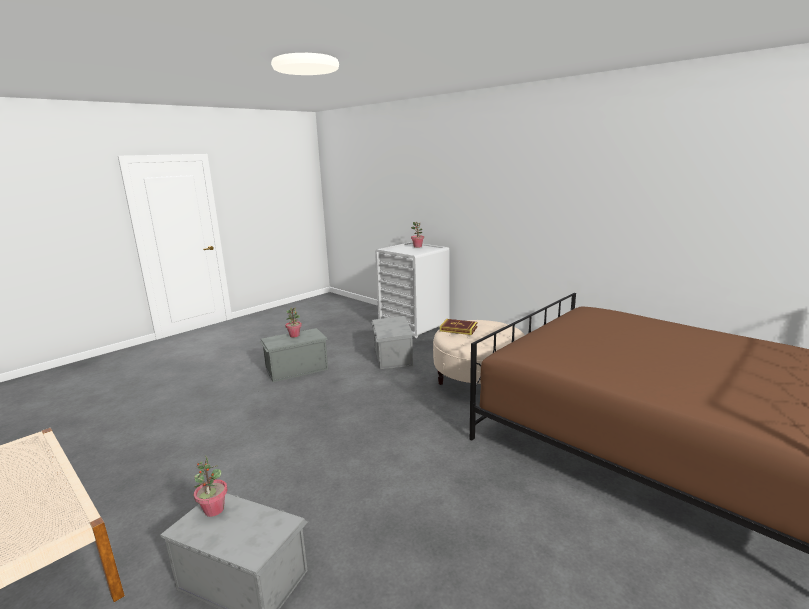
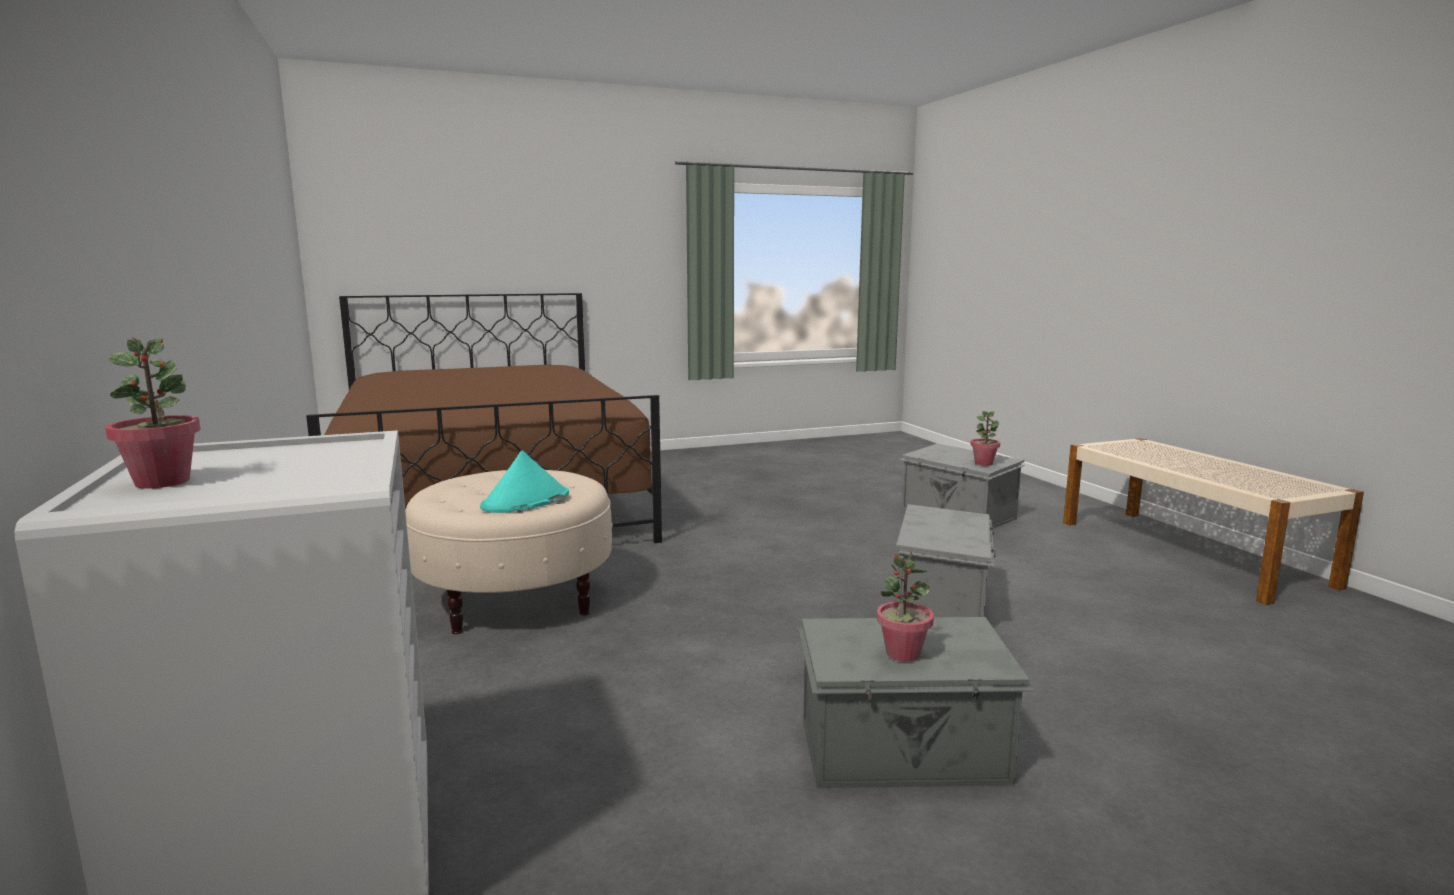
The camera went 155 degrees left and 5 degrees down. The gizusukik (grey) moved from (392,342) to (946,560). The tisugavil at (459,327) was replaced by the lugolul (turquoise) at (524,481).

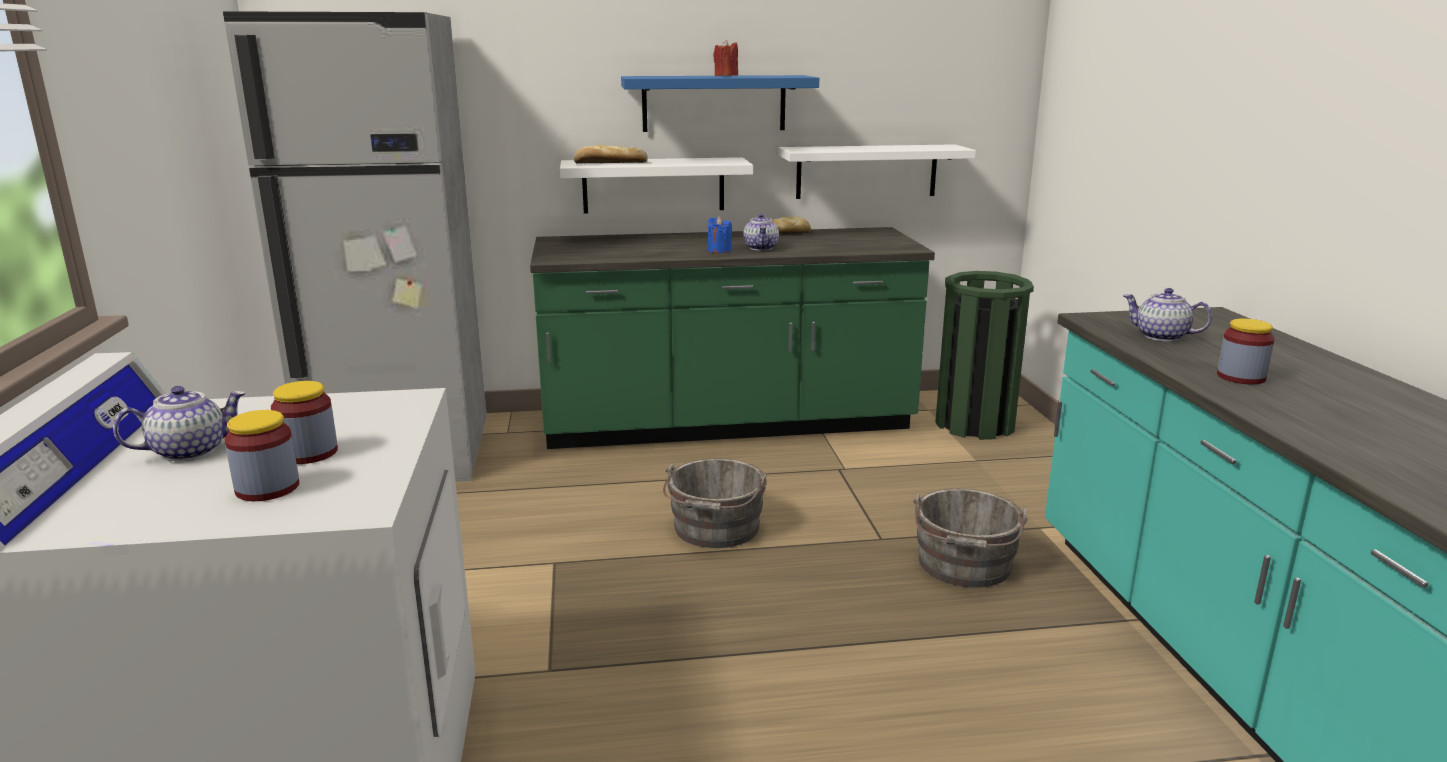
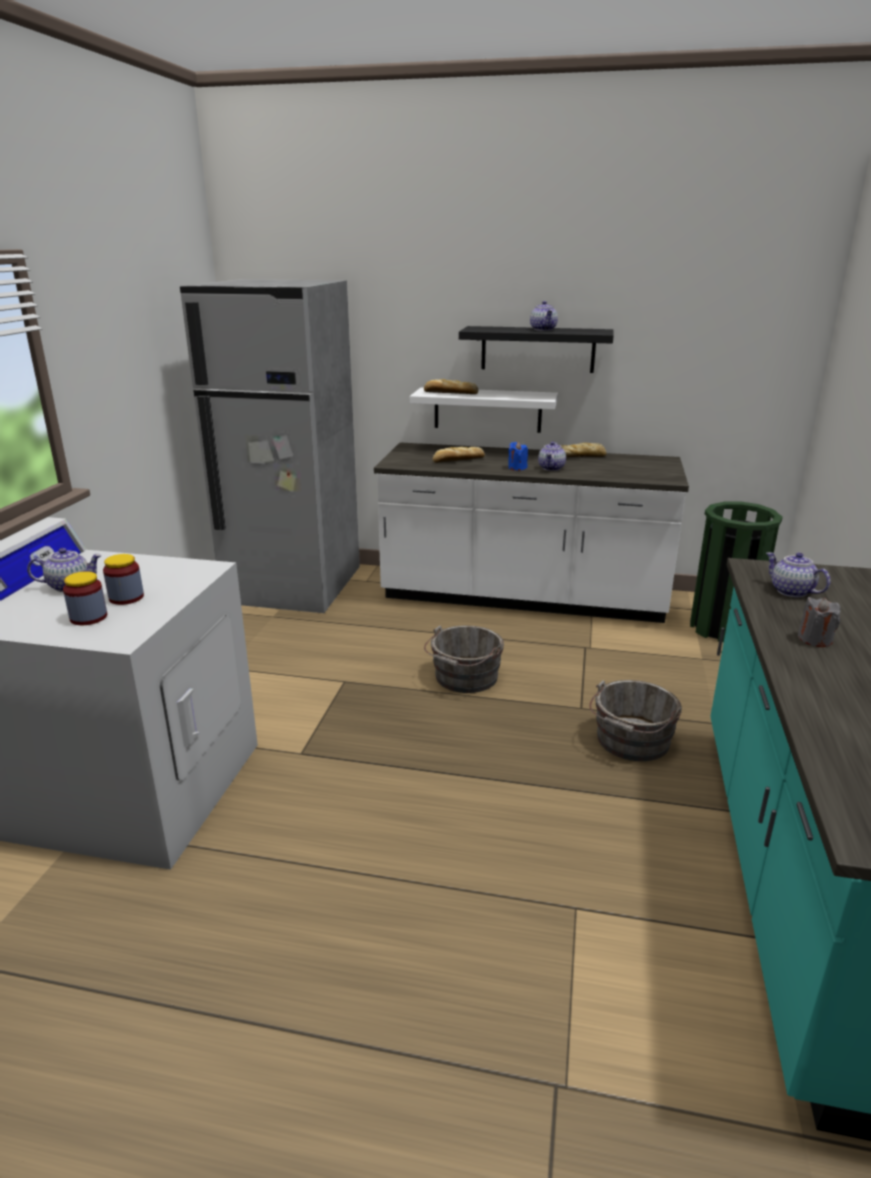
The camera went 20 degrees right and 5 degrees up. The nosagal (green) at (732,338) became the nosagal (white) at (531,532). The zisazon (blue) at (720,103) became the zisazon (black) at (536,349). The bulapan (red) at (725,58) was replaced by the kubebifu at (544,316). The zisazon (white) at (877,171) disappeared. The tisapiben at (1246,351) was replaced by the bulapan (grey) at (819,622). The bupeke at (459,455) appeared.

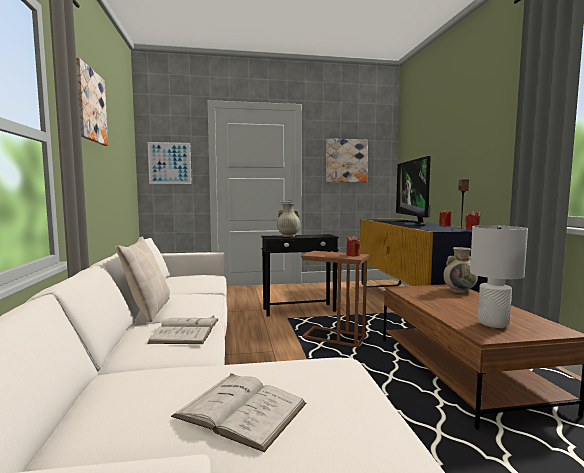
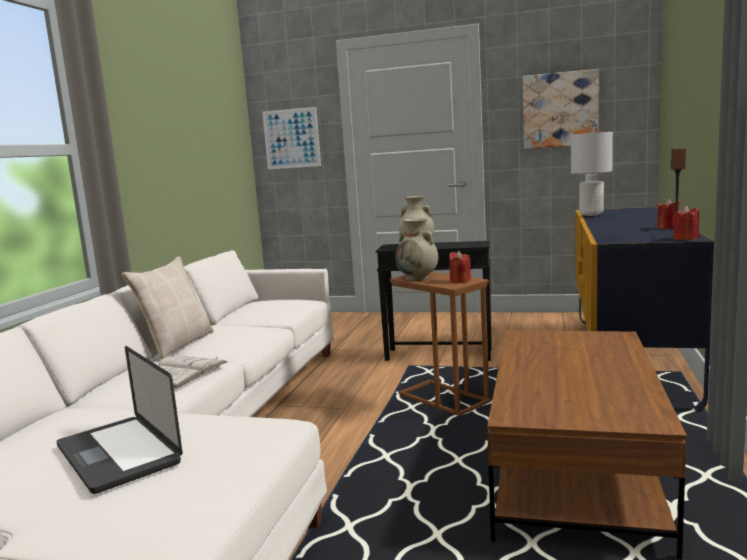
The camera went 25 degrees right and 5 degrees up. The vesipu at (92,101) disappeared. The tisugavil (white) at (239,412) was replaced by the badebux at (119,420). The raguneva at (413,191) disappeared. The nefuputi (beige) moved from (460,270) to (416,249). The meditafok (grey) moved from (499,276) to (592,174).

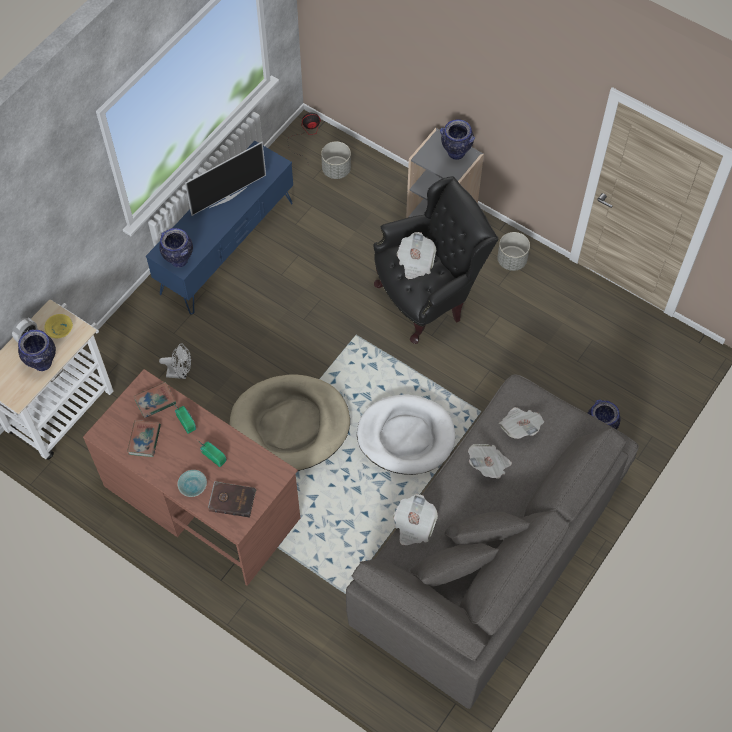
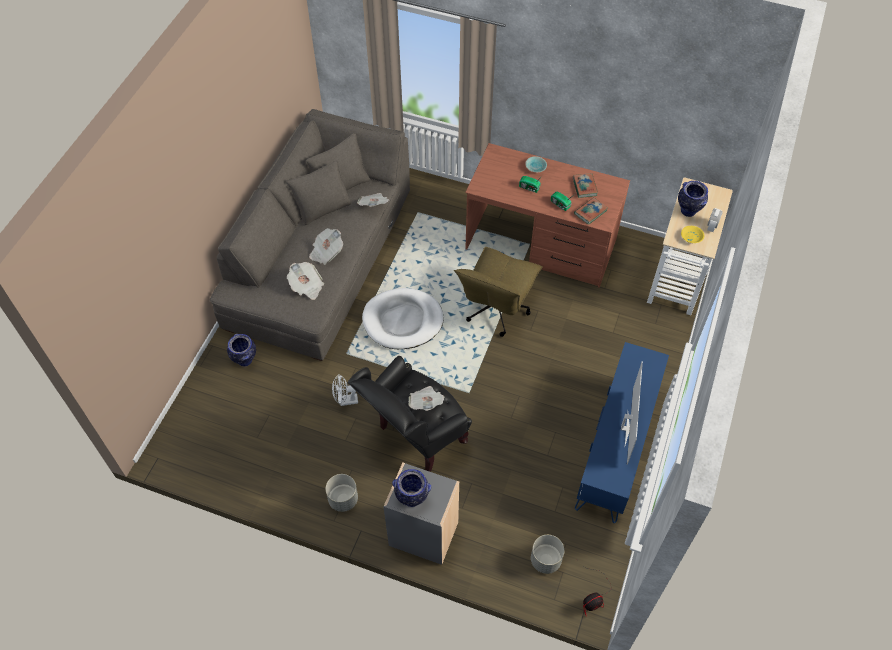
The camera went 165 degrees right and 5 degrees down. The nefuputi at (176,248) disappeared. The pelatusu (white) moved from (175,361) to (345,390). The raguneva at (225,179) turned 150 degrees clockwise. The tisugavil (brown) at (232,499) disappeared. The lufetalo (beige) at (289,423) was replaced by the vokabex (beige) at (498,292).

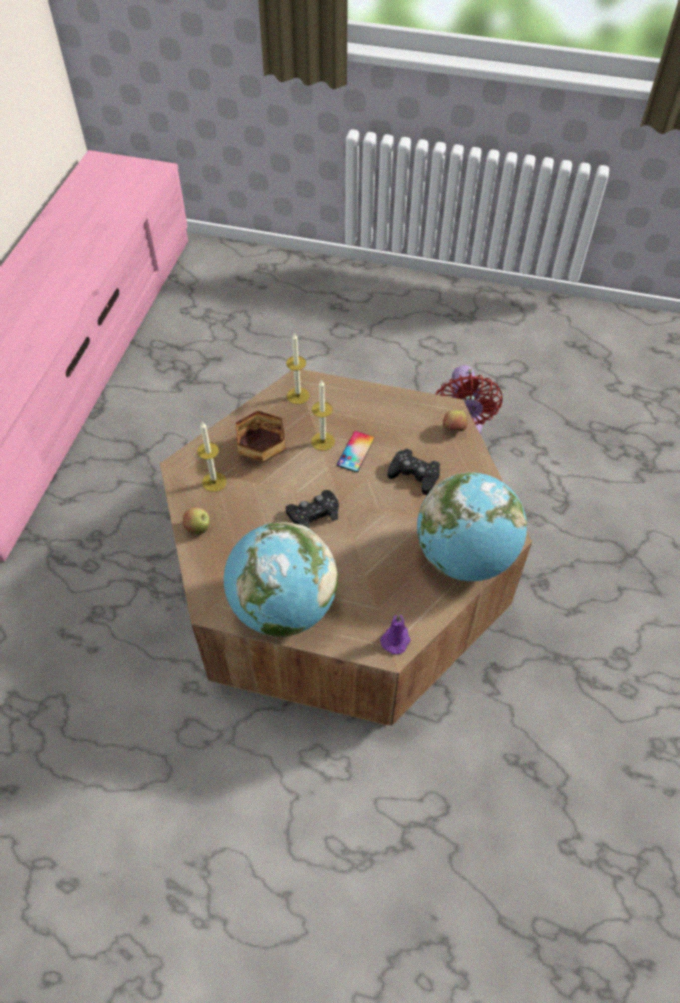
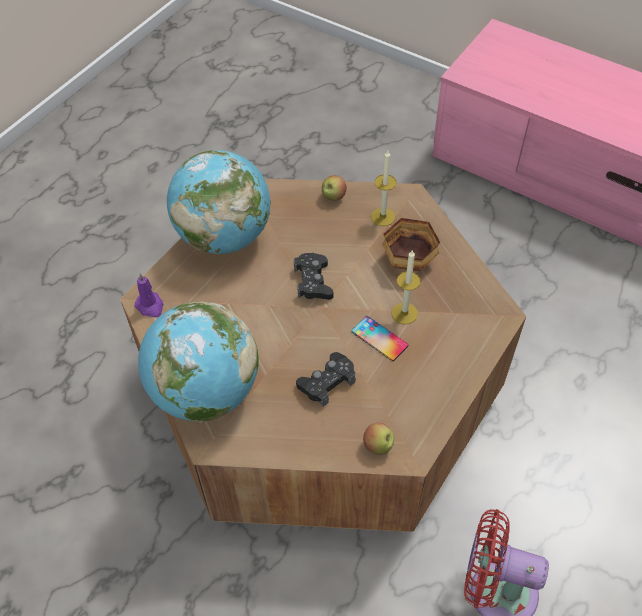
The camera went 110 degrees right and 0 degrees up. The bulapan at (297,368) disappeared.

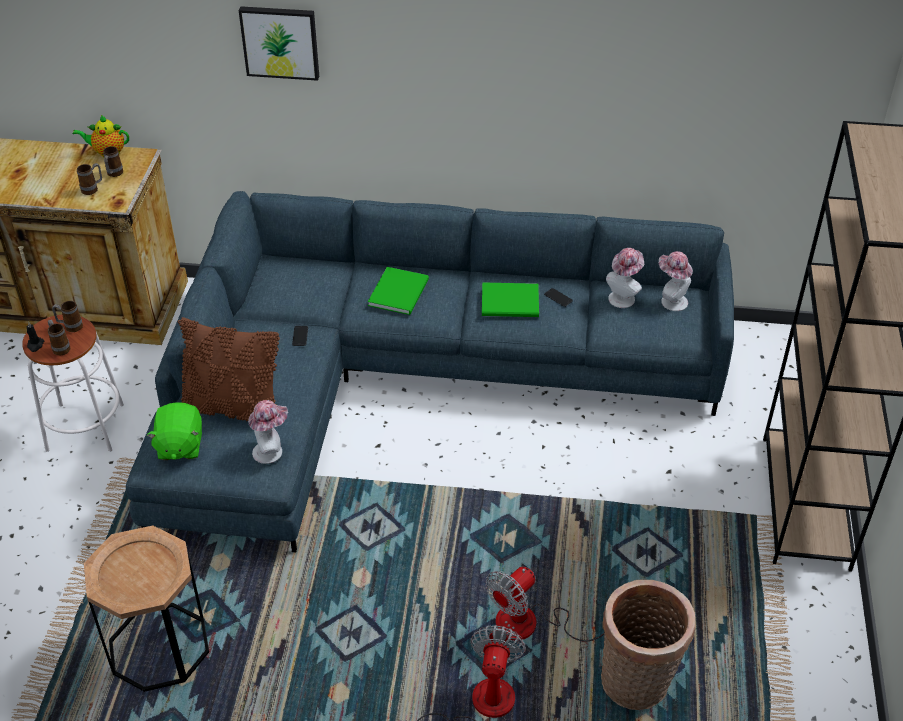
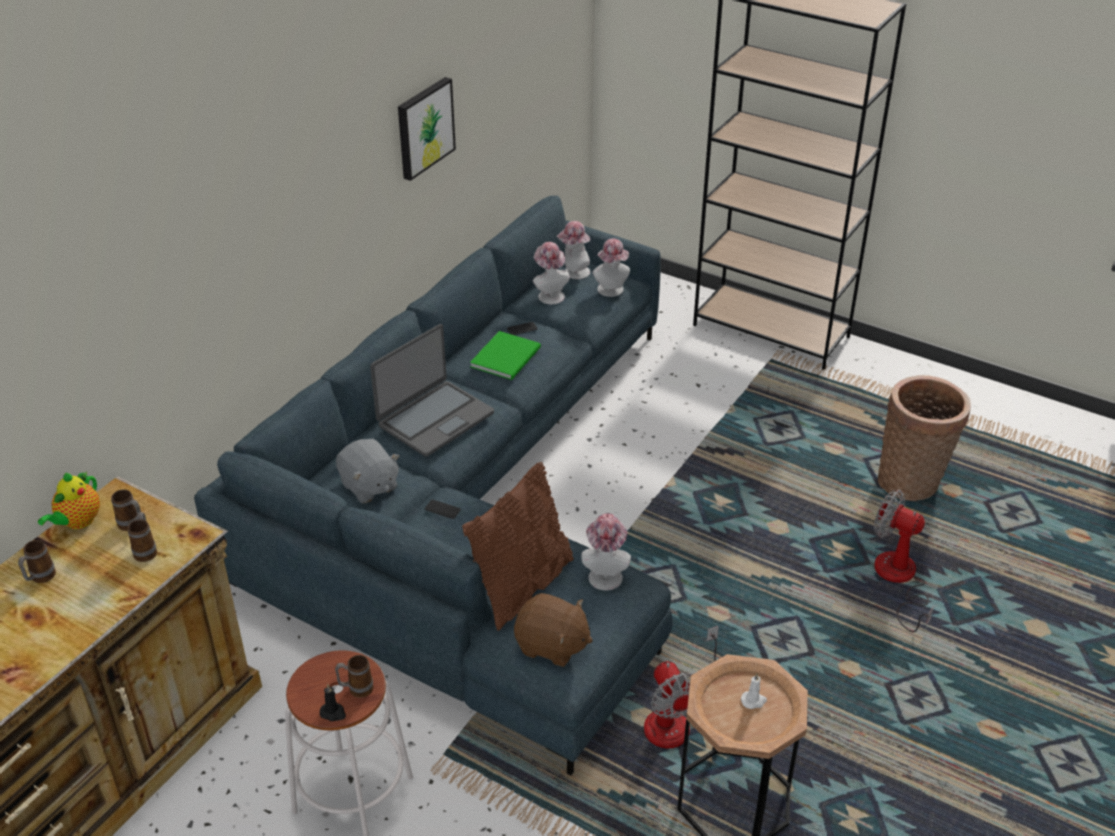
The camera went 65 degrees left and 5 degrees down. The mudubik moved from (67,316) to (37,561). The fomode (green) at (174,431) became the fomode (brown) at (553,630). The vesipu moved from (279,43) to (427,129). The tisugavil (green) at (398,291) was replaced by the badebux at (432,390). The pelatusu moved from (545,604) to (681,687). The fomode (grey) at (368,471) appeared. The lugolul at (611,268) appeared. The bulapan (white) at (754,691) appeared.

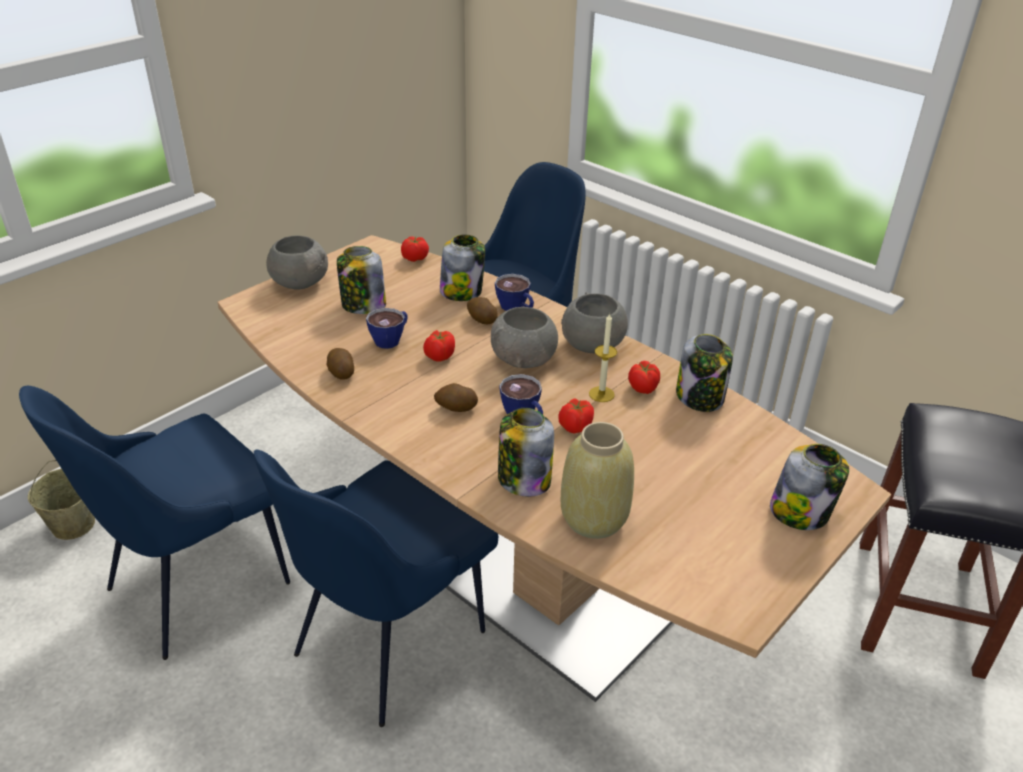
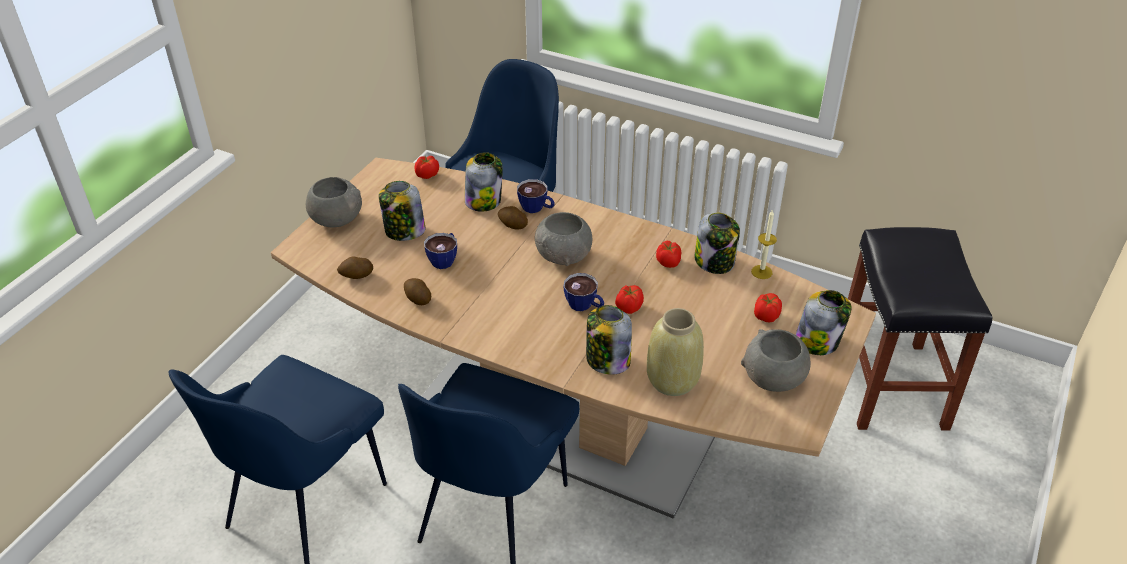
The camera went 15 degrees left and 5 degrees up. The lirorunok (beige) at (61,500) disappeared. The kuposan moved from (439,346) to (768,308). The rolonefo moved from (456,397) to (355,268). The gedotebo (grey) moved from (594,322) to (776,360). The bulapan moved from (603,357) to (764,244).

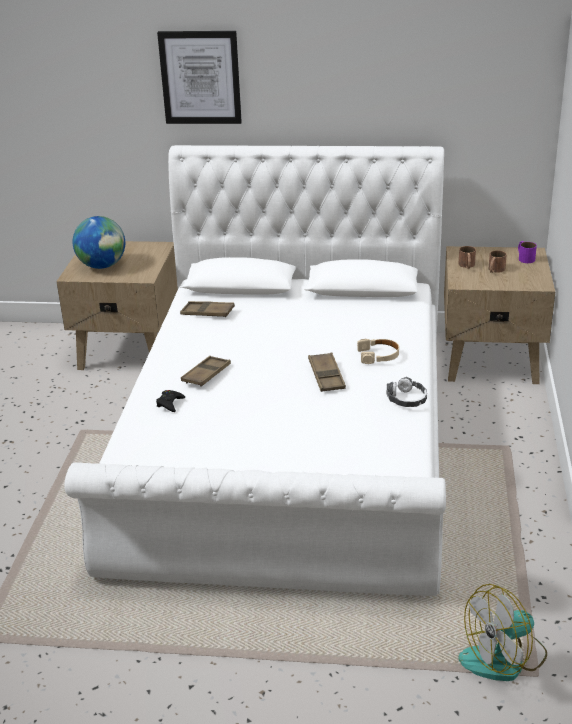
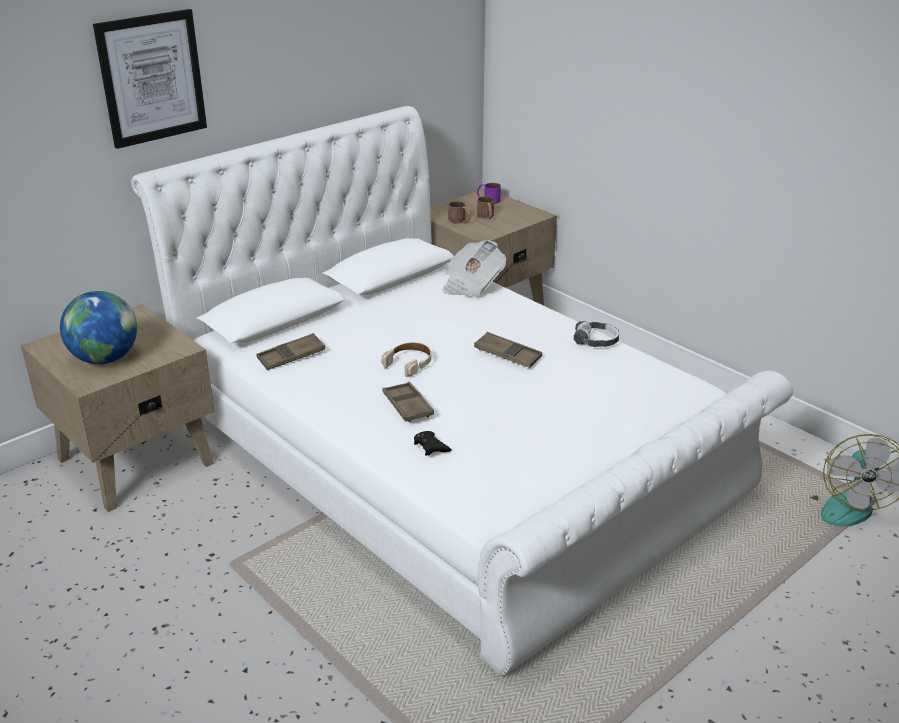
The camera went 50 degrees left and 0 degrees up. The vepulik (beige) moved from (378,351) to (406,359). The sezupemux at (474,268) appeared.

